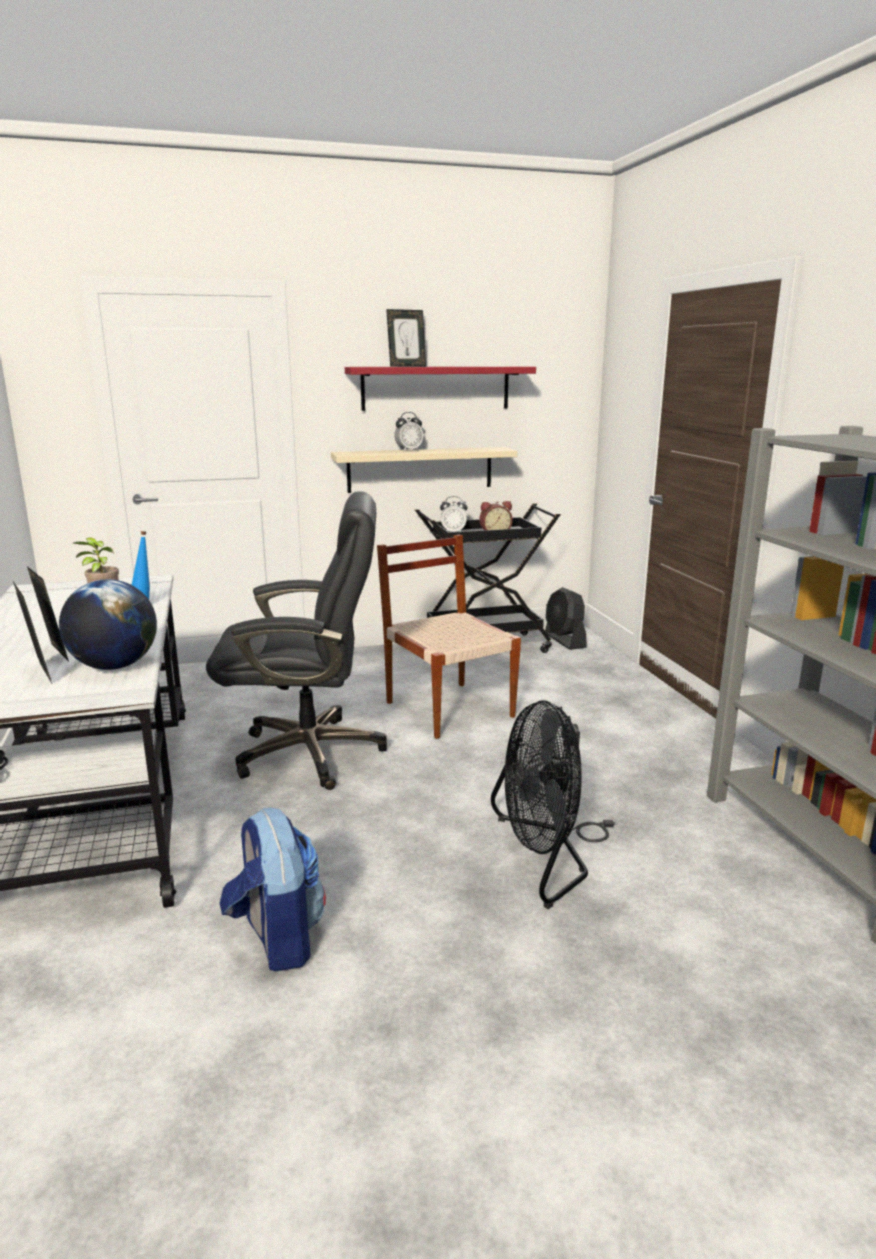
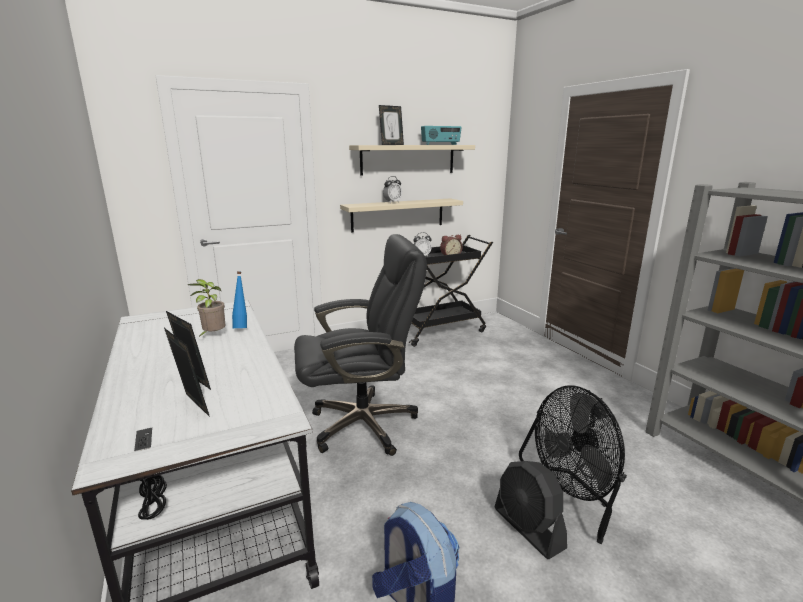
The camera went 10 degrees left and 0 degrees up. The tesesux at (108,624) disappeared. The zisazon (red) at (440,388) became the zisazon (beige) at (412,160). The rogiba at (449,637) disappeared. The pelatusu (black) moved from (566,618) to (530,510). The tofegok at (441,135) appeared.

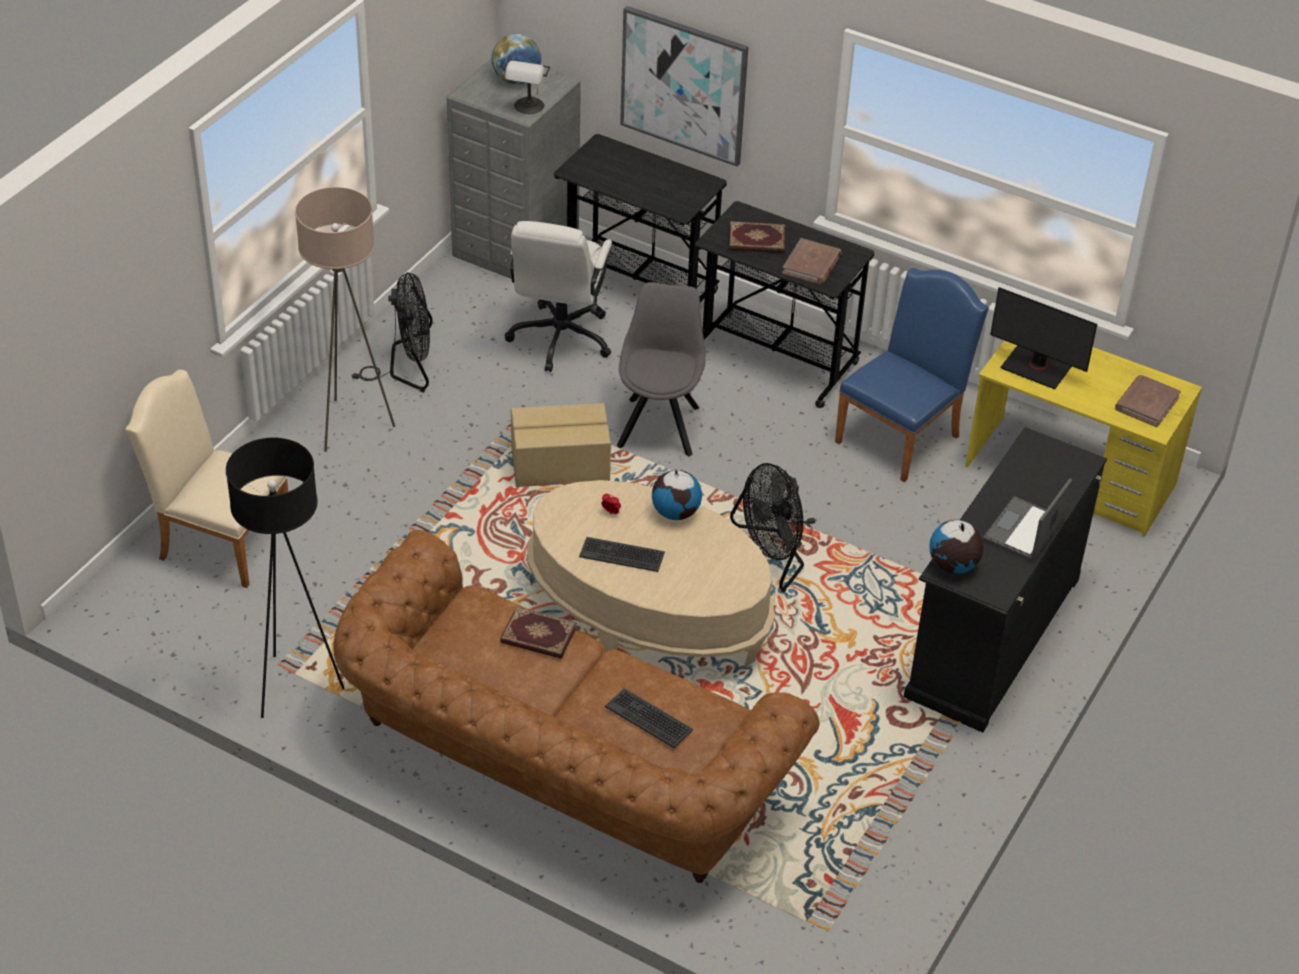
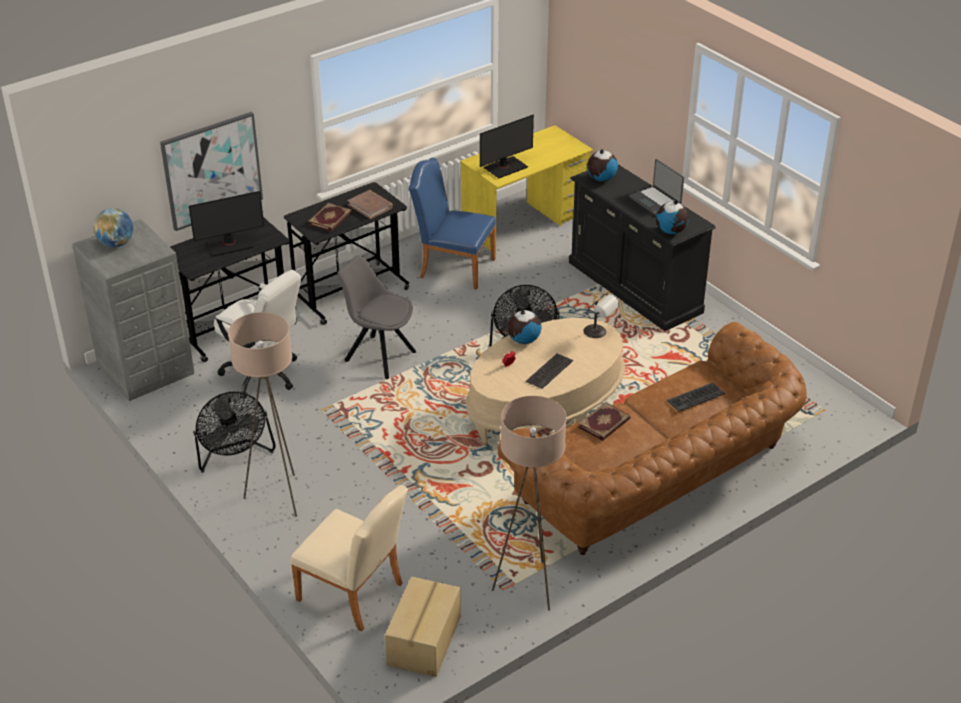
The camera went 65 degrees left and 5 degrees down. The rogiba (beige) at (207,479) turned 105 degrees counterclockwise. The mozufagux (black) at (285,578) became the mozufagux (beige) at (529,503). The pelatusu (black) at (392,332) turned 135 degrees clockwise. The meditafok moved from (526,87) to (601,316). The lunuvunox moved from (561,445) to (423,626). The rogiba (blue) at (912,375) turned 45 degrees counterclockwise. The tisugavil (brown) at (1148,401) disappeared. The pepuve at (226,223) appeared. The tesesux at (602,165) appeared.

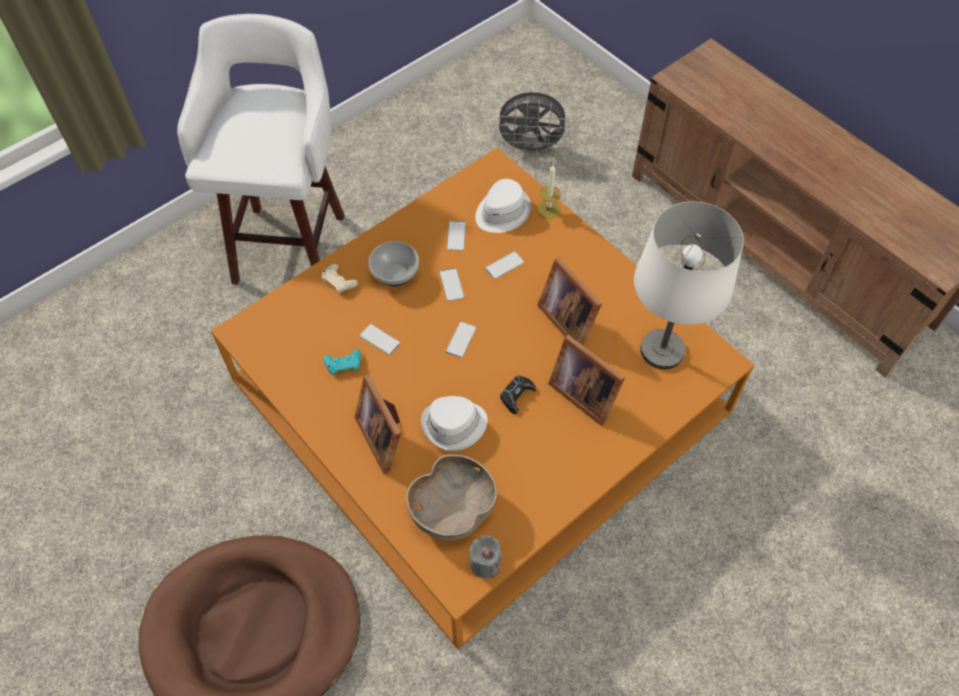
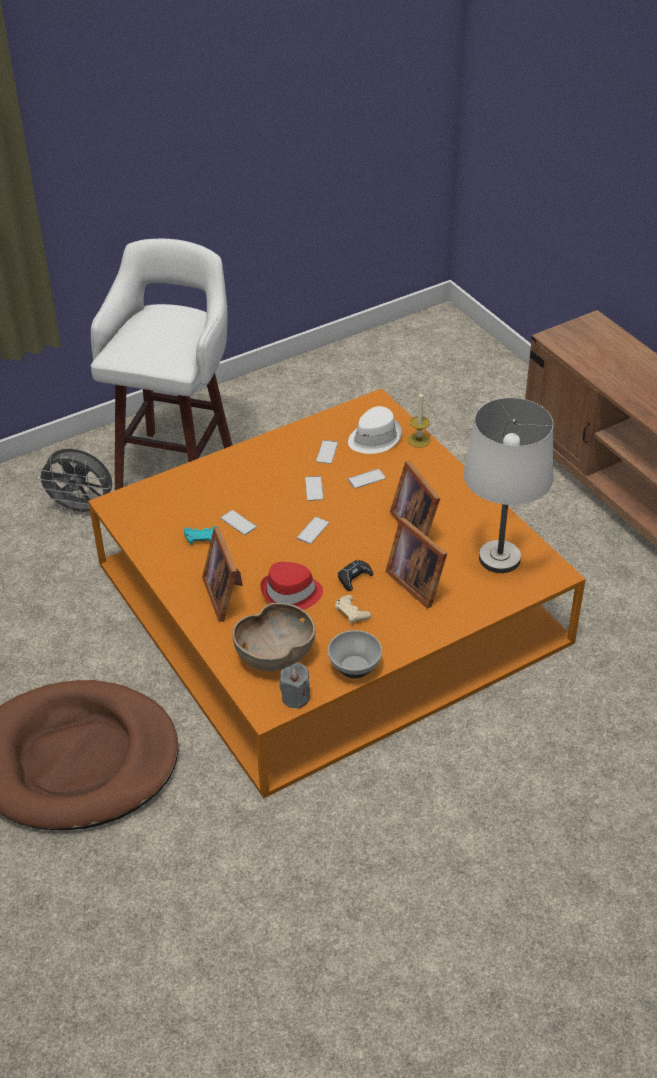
The camera went 10 degrees right and 15 degrees down. The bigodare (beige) moved from (340,279) to (353,609). The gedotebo moved from (393,263) to (355,654). The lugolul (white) at (454,423) became the lugolul (red) at (291,586). The pelatusu (grey) moved from (532,124) to (73,483).

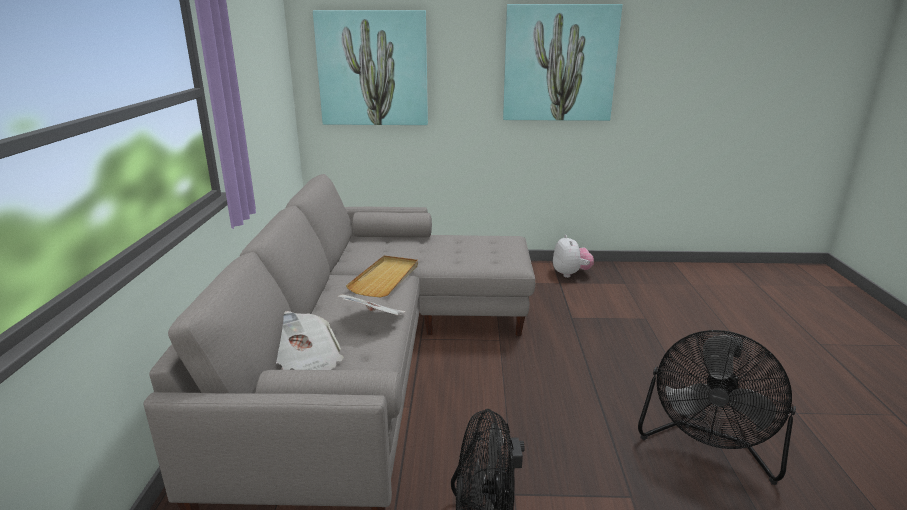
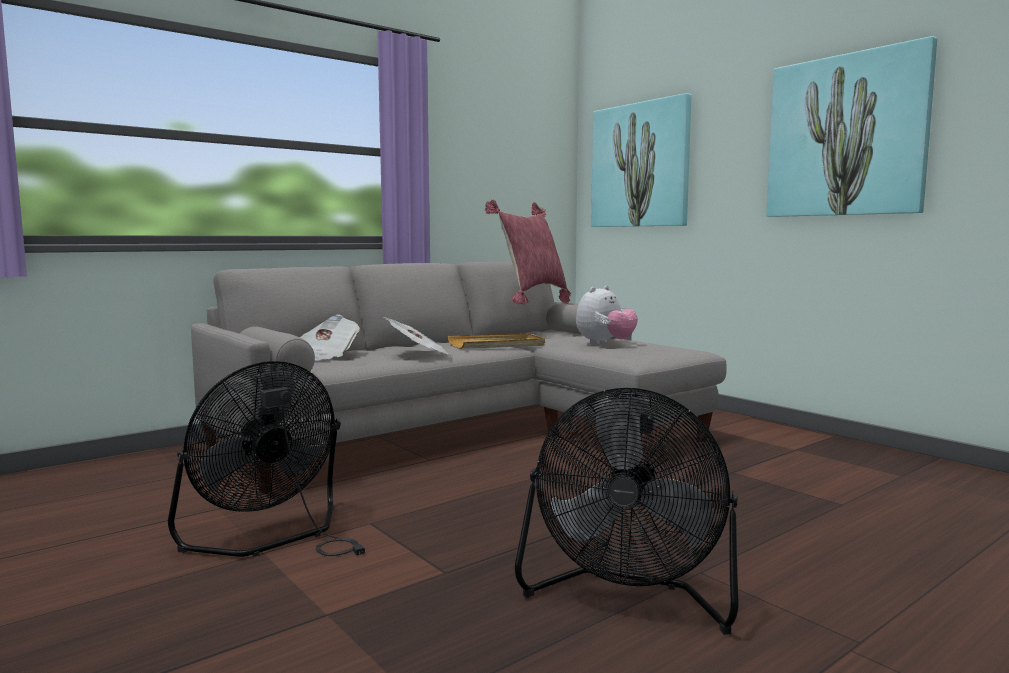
The camera went 50 degrees right and 15 degrees down. The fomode moved from (573,256) to (607,315). The pelatusu (black) at (717,407) turned 60 degrees counterclockwise. The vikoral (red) at (528,252) appeared.

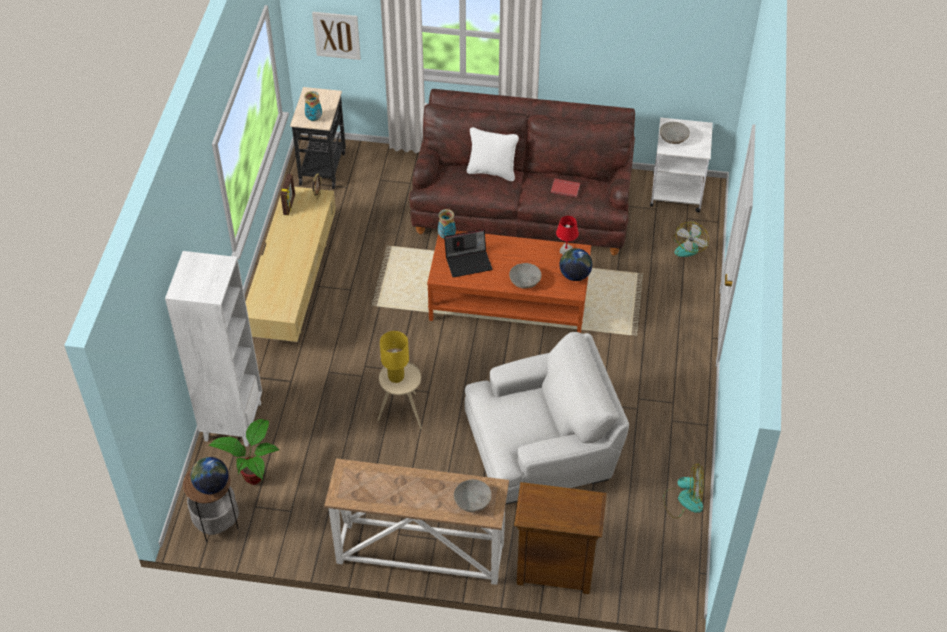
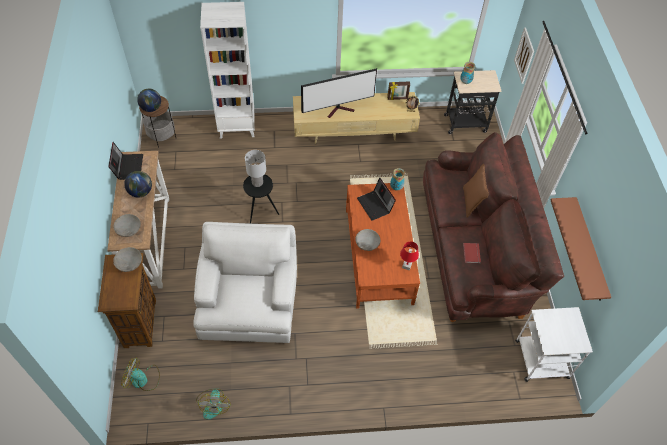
The camera went 75 degrees right and 5 degrees up. The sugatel at (244,452) disappeared. The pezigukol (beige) at (400,395) became the pezigukol (black) at (261,199). The meditafok (yellow) at (394,357) became the meditafok (grey) at (255,168). The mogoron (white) at (547,418) turned 150 degrees counterclockwise. The vikoral (white) at (493,154) became the vikoral (brown) at (476,191). The tesesux moved from (575,264) to (138,184). The gedotebo (grey) moved from (675,133) to (127,259). The pelatusu moved from (690,239) to (140,374). The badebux at (125,161) appeared. The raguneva at (339,93) appeared. The zisazon (brown) at (581,249) appeared.

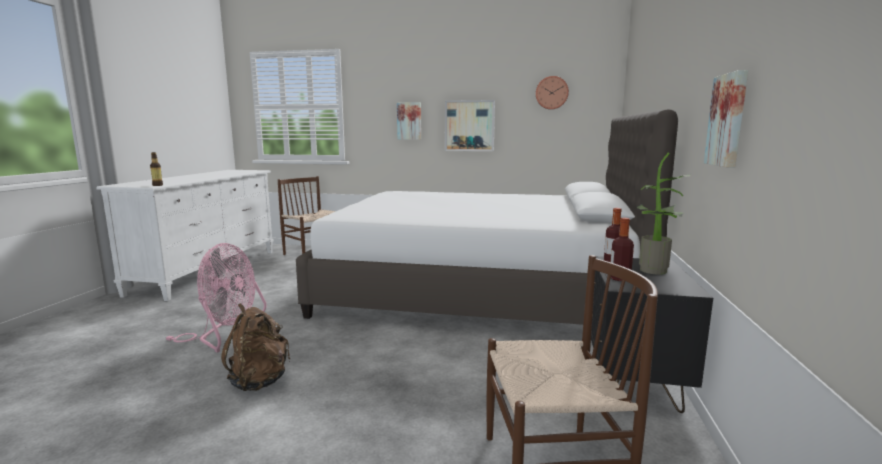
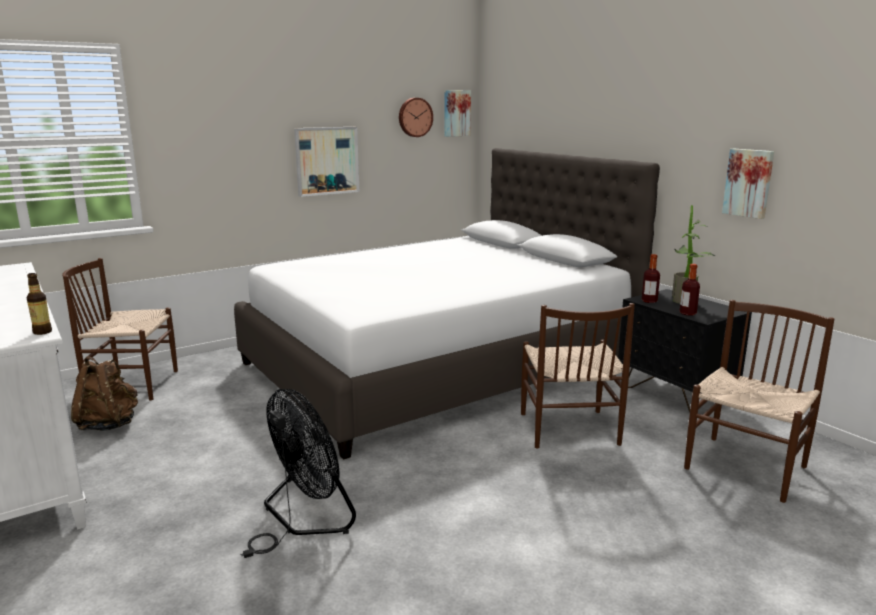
The camera went 45 degrees left and 5 degrees up. The pelatusu (pink) at (216,297) became the pelatusu (black) at (298,473). The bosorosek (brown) moved from (255,347) to (104,394). The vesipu moved from (409,121) to (457,113). The rogiba (brown) at (578,375) appeared.

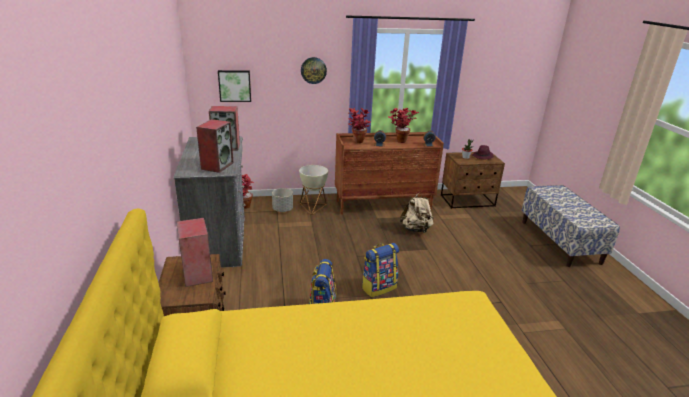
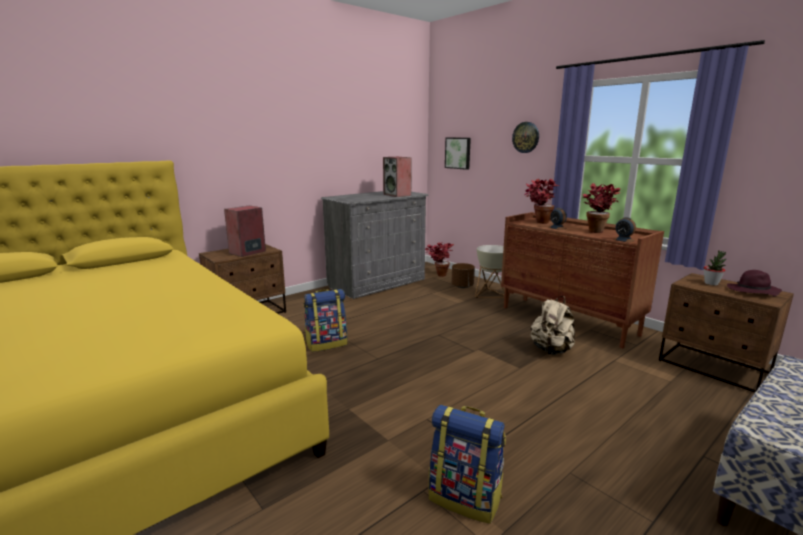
The camera went 60 degrees right and 10 degrees down. The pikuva at (215,146) disappeared. The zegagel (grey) at (282,200) became the zegagel (brown) at (463,275). The bosorosek moved from (380,270) to (467,464).

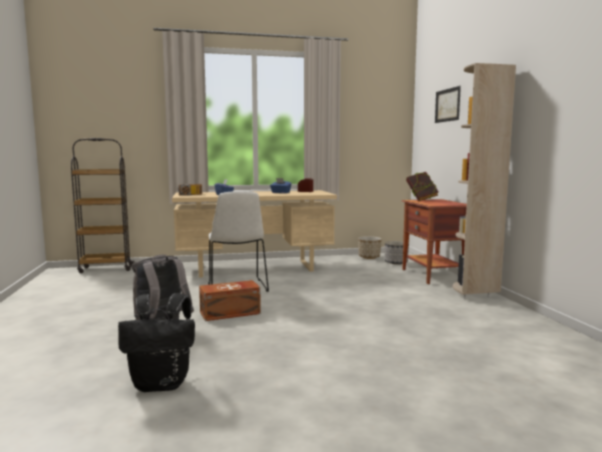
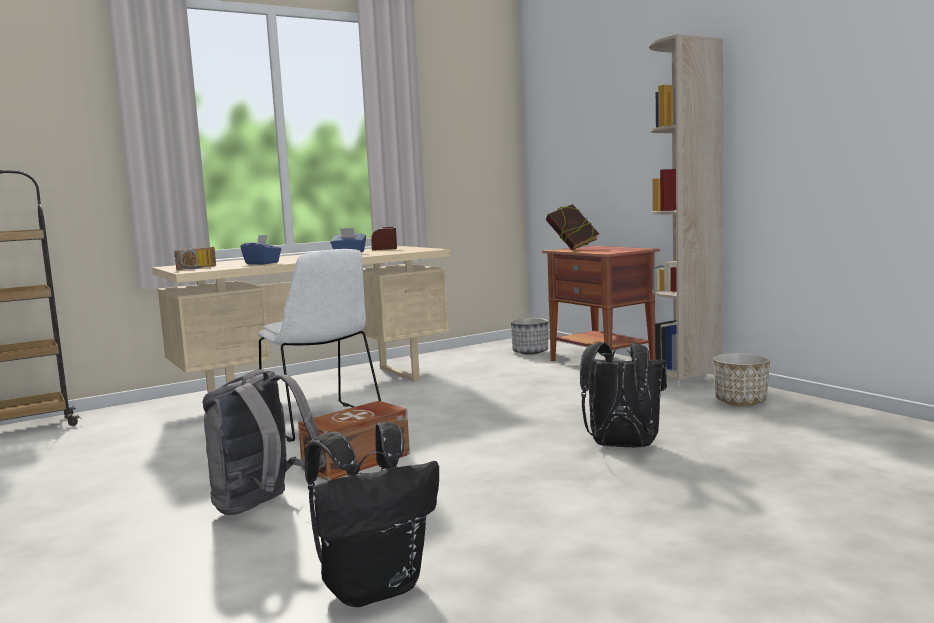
The camera went 20 degrees left and 0 degrees up. The zegagel moved from (370,247) to (741,379). The vesipu at (448,104) disappeared. The bosorosek (black) at (623,394) appeared.

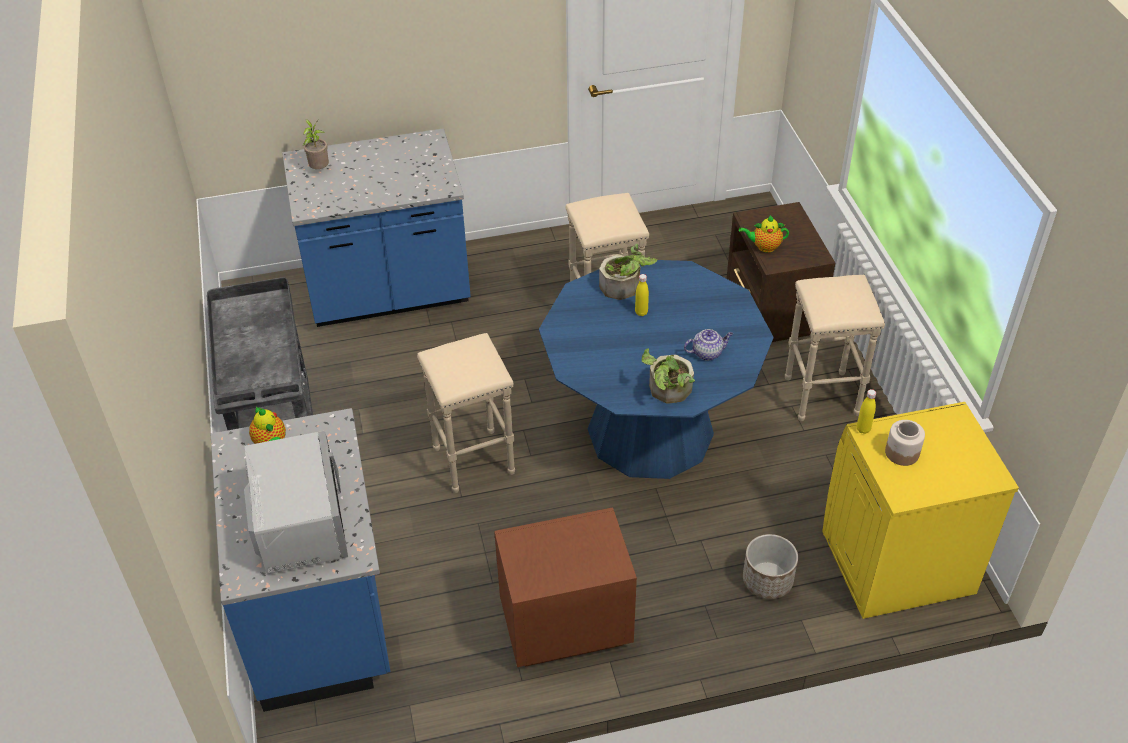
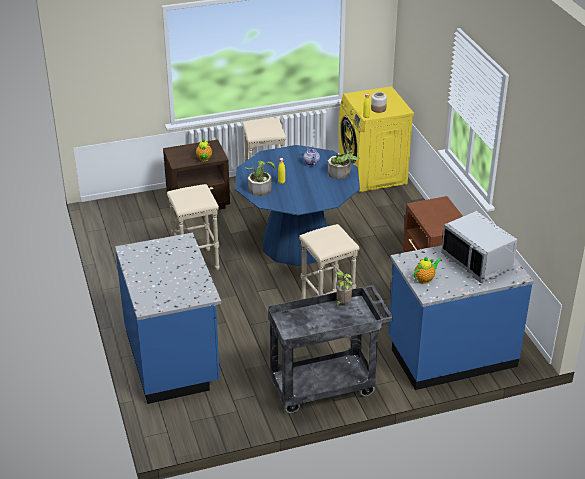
The camera went 95 degrees left and 10 degrees down. The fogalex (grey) at (296,503) turned 105 degrees counterclockwise. The sugatel moved from (316,144) to (344,289). The zegagel at (770,566) disappeared.

